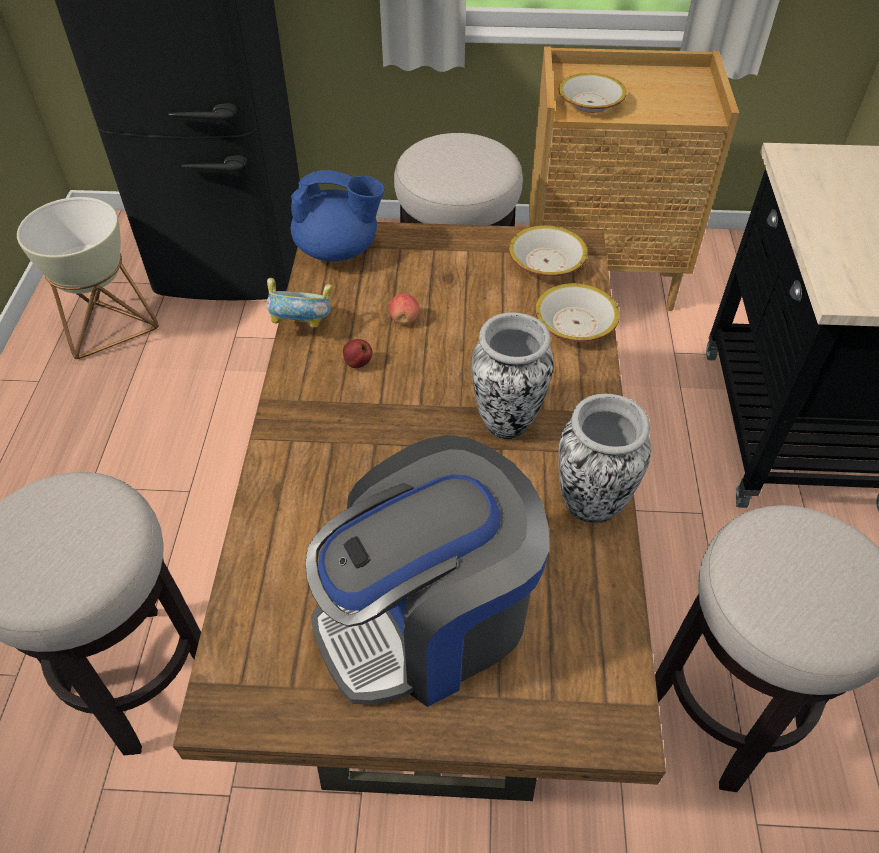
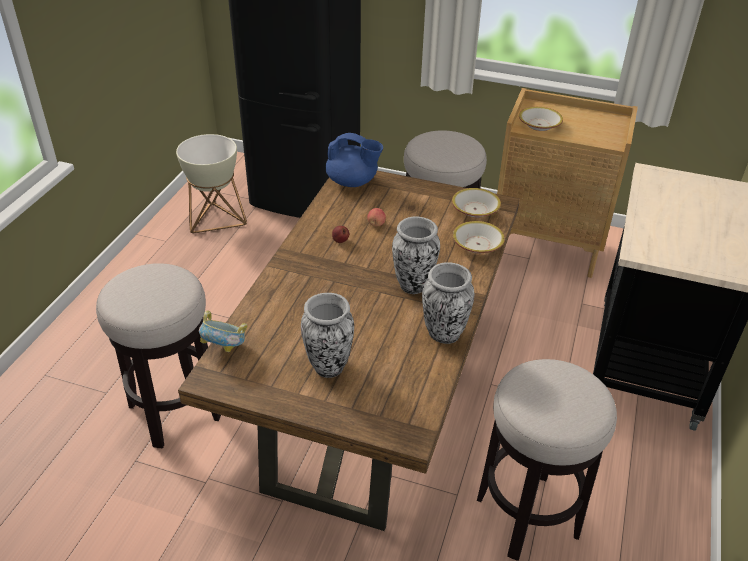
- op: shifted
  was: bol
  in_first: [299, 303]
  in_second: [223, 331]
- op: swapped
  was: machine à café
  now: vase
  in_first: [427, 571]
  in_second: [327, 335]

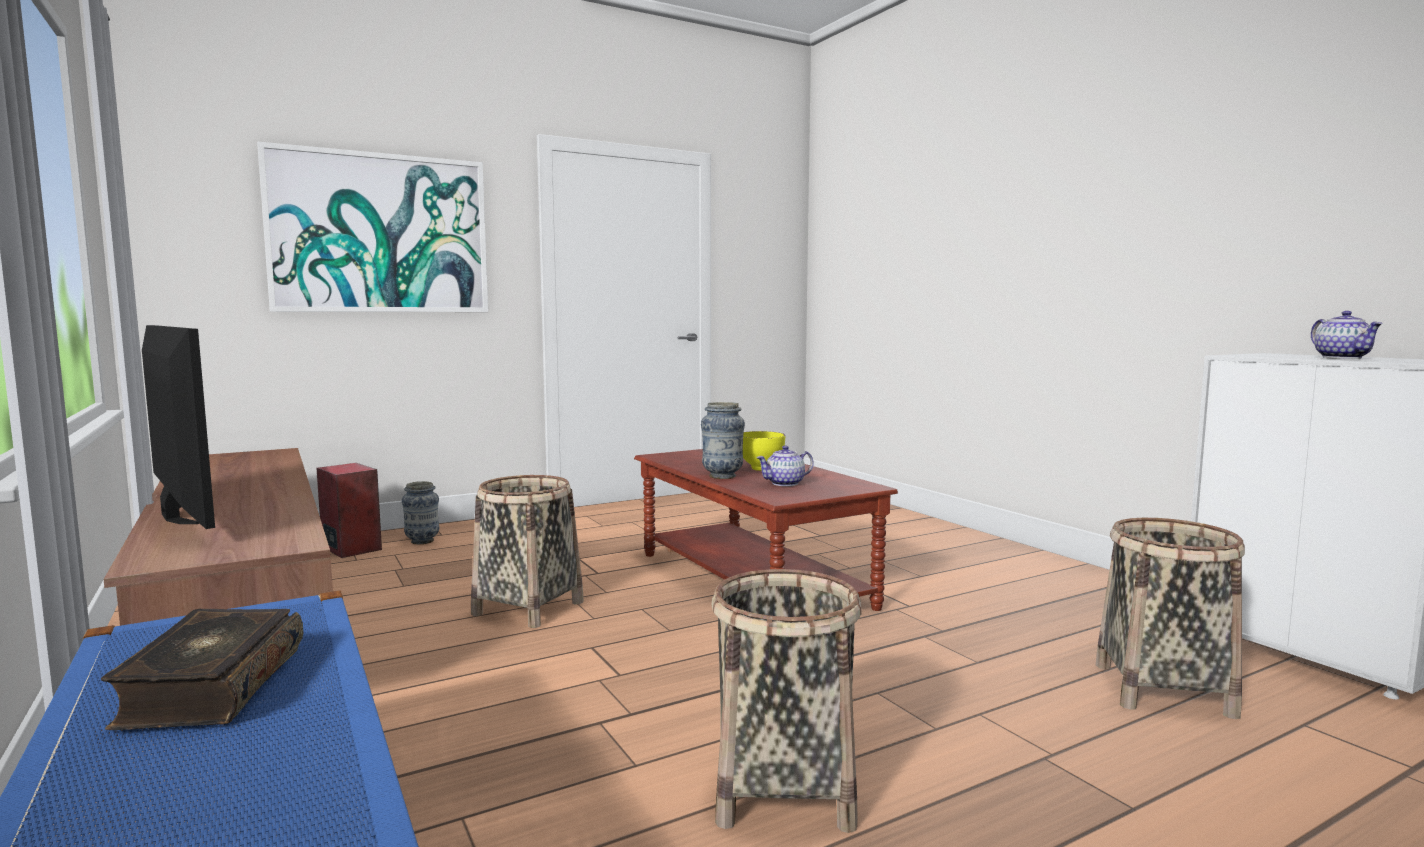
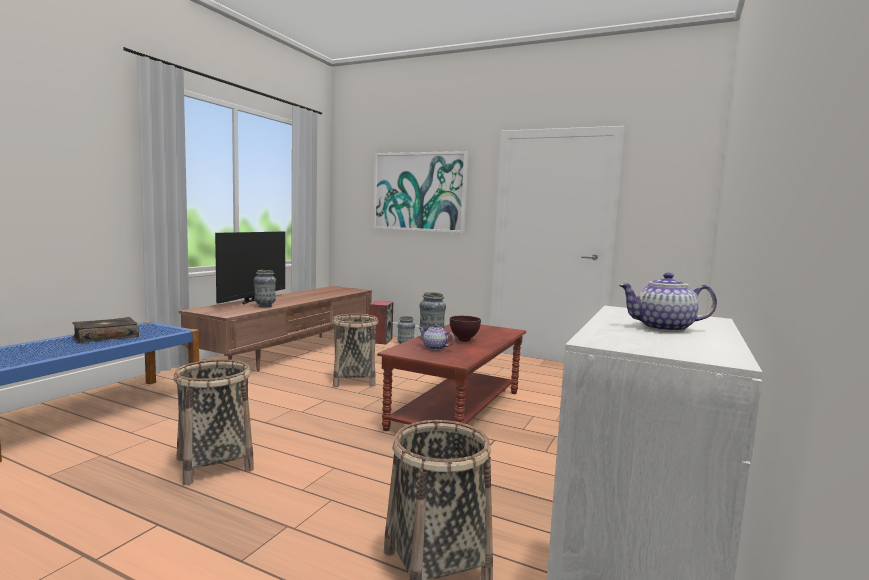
- op: new
  now: vase
  in_second: [265, 289]
- op: repainted
  was: bol/jaune
  now: bol/marron
  in_first: [764, 451]
  in_second: [465, 329]
- op: rotated
  was: théière
  in_first: [1347, 335]
  in_second: [668, 302]
  clockwise: 45

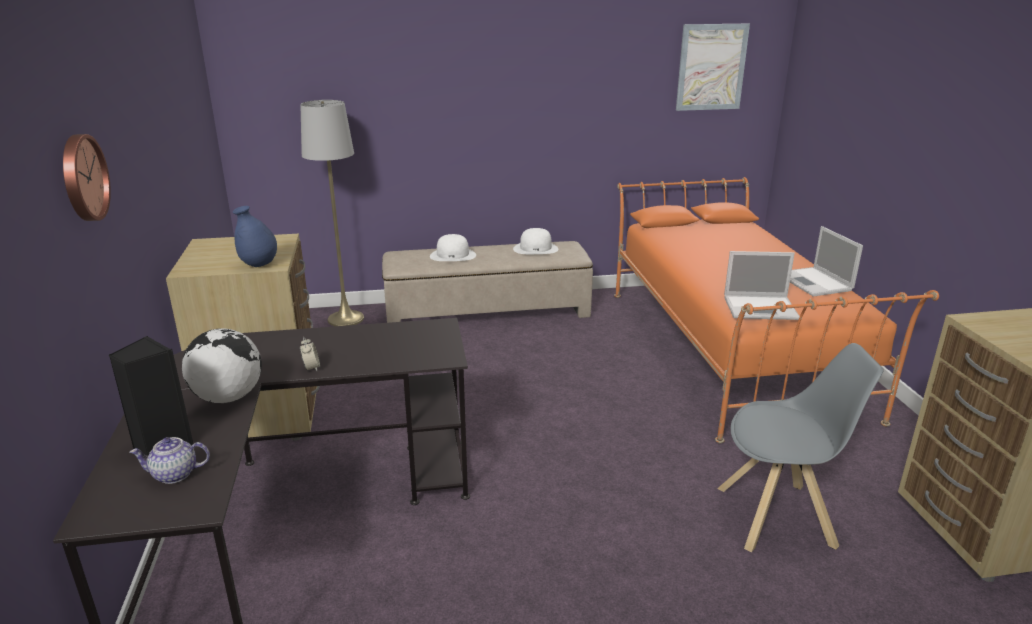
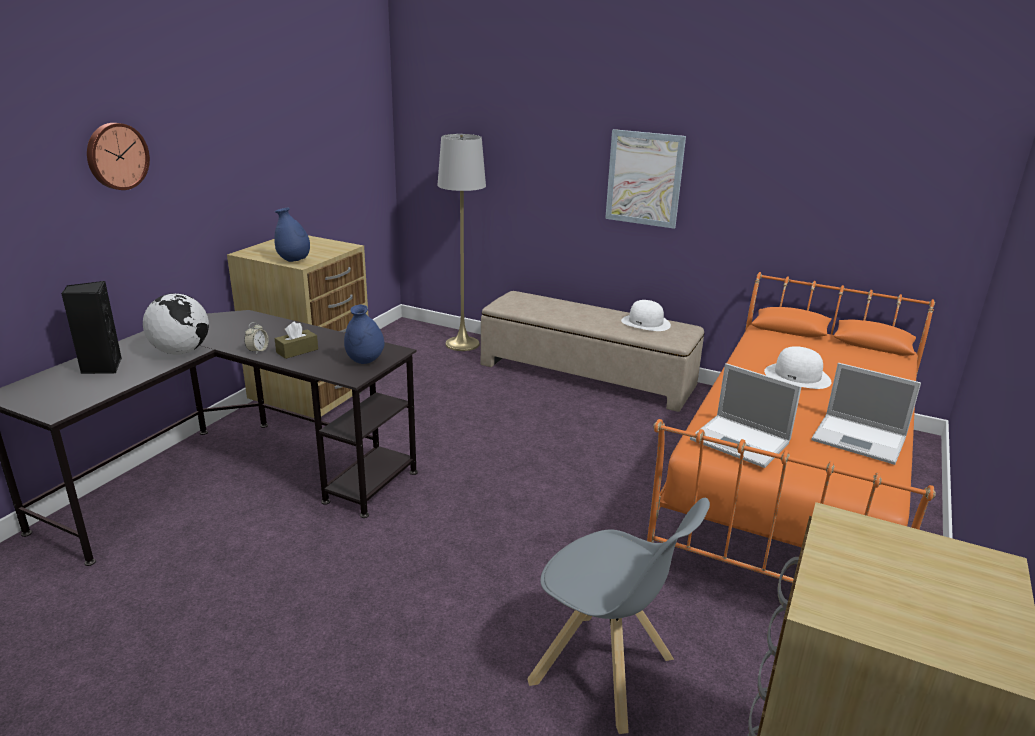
- op: new
  now: boîte à mouchoirs/marron
  in_second: [296, 340]
- op: new
  now: vase/bleu
  in_second: [364, 334]
- op: shifted
  was: tableau
  in_first: [713, 67]
  in_second: [645, 179]
- op: shifted
  was: chapeau/blanc
  in_first: [453, 247]
  in_second: [797, 367]
- op: rotated
  was: ordinateur portable
  in_first: [826, 261]
  in_second: [866, 414]
  clockwise: -75
- op: gone
  was: théière
  in_first: [170, 460]

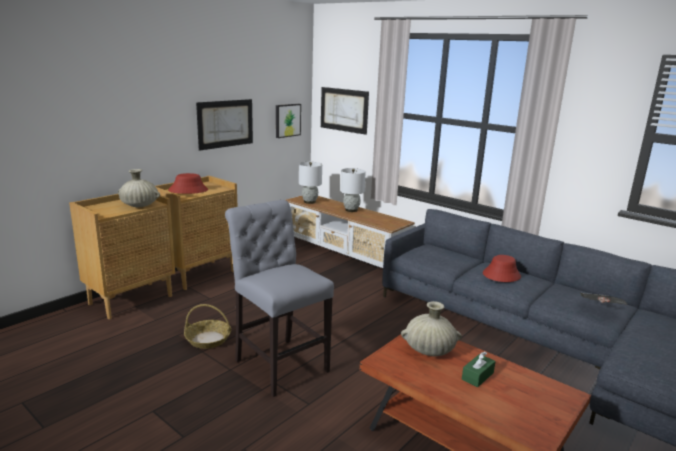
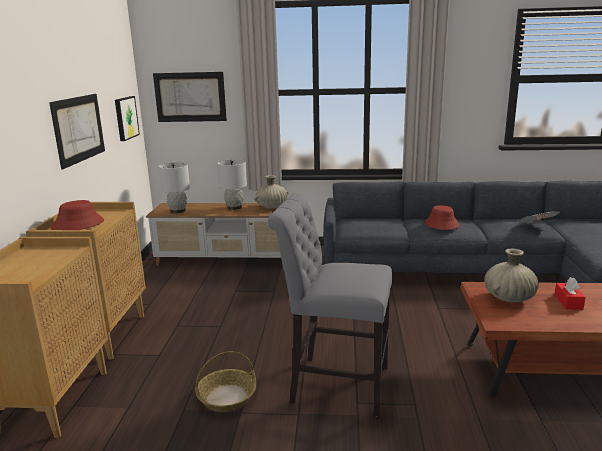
- op: shifted
  was: vase/beige
  in_first: [139, 188]
  in_second: [271, 192]
- op: repainted
  was: boîte à mouchoirs/vert
  now: boîte à mouchoirs/rouge
  in_first: [479, 369]
  in_second: [570, 293]

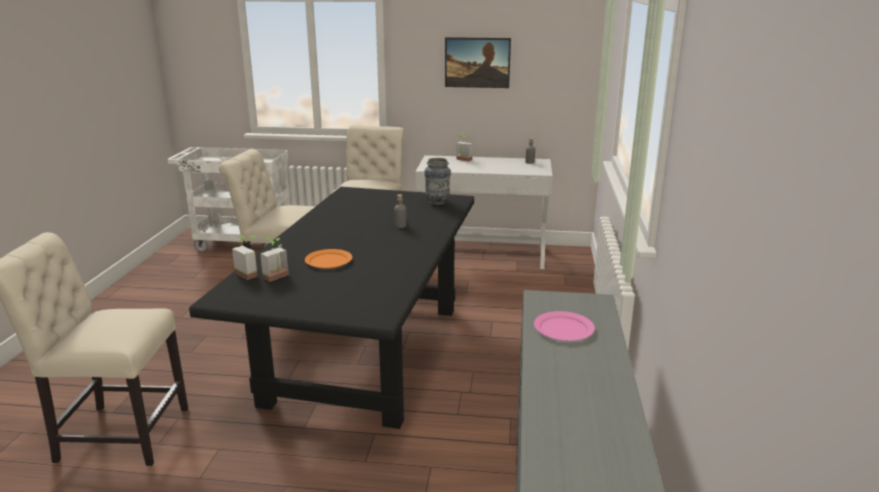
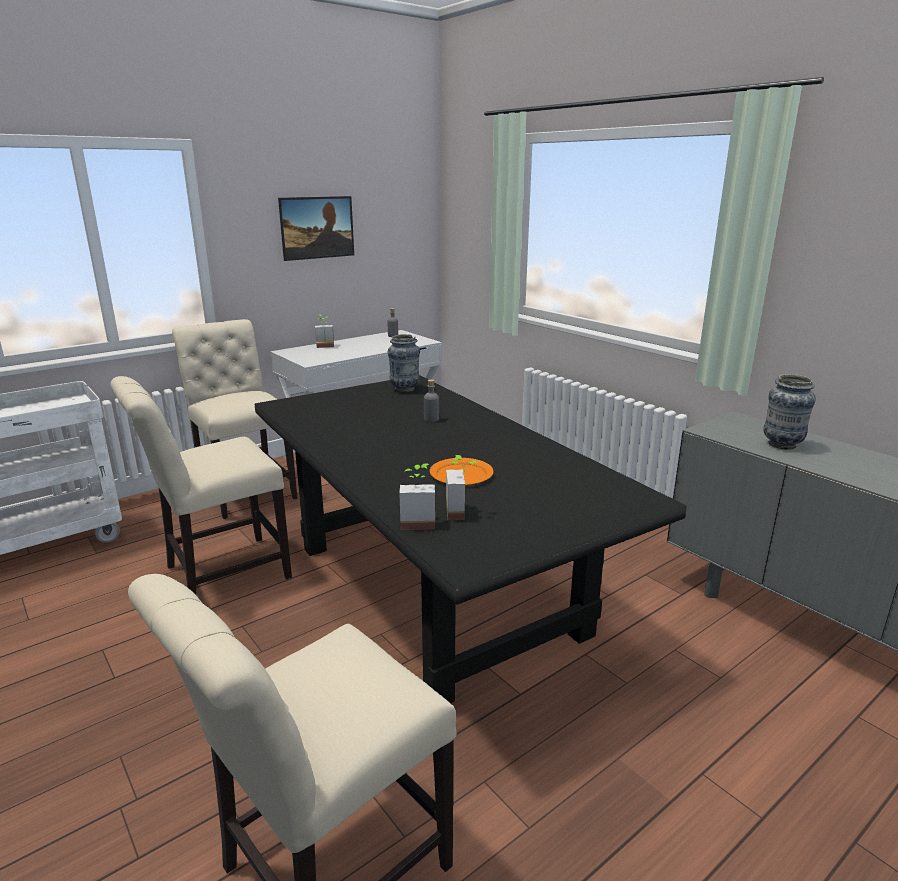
- op: swapped
  was: assiette/rose
  now: vase
  in_first: [564, 326]
  in_second: [789, 412]

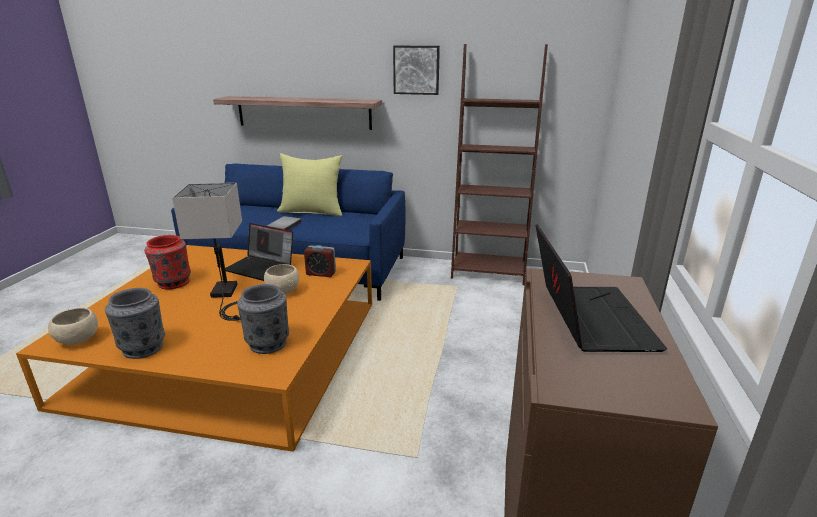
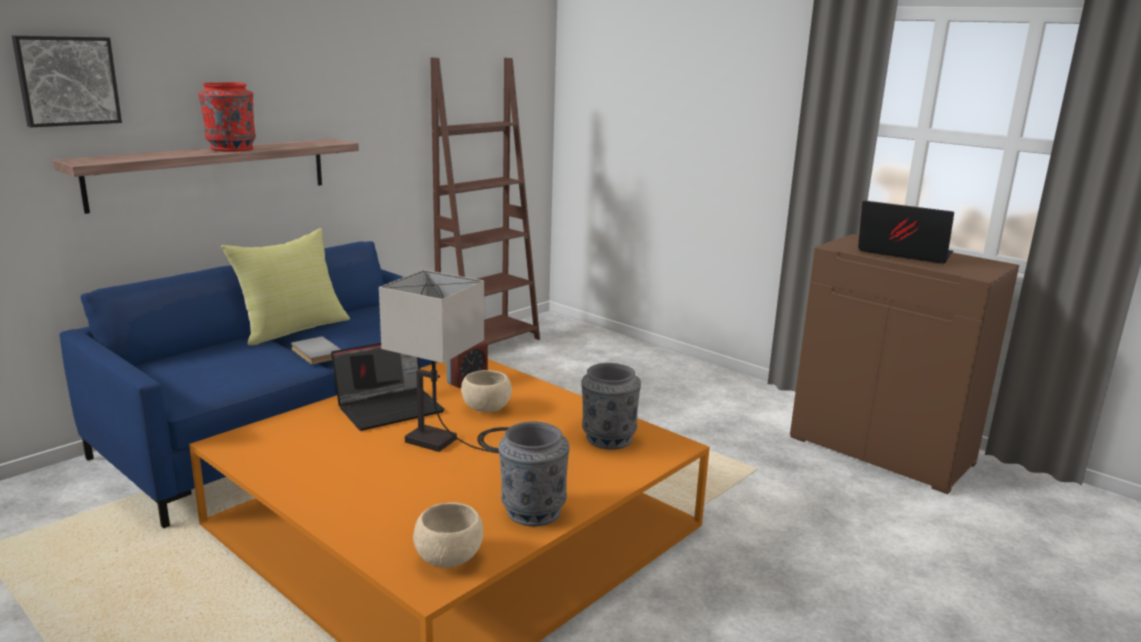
- op: shifted
  was: tableau
  in_first: [416, 70]
  in_second: [67, 81]
- op: shifted
  was: vase/rouge
  in_first: [167, 262]
  in_second: [227, 117]

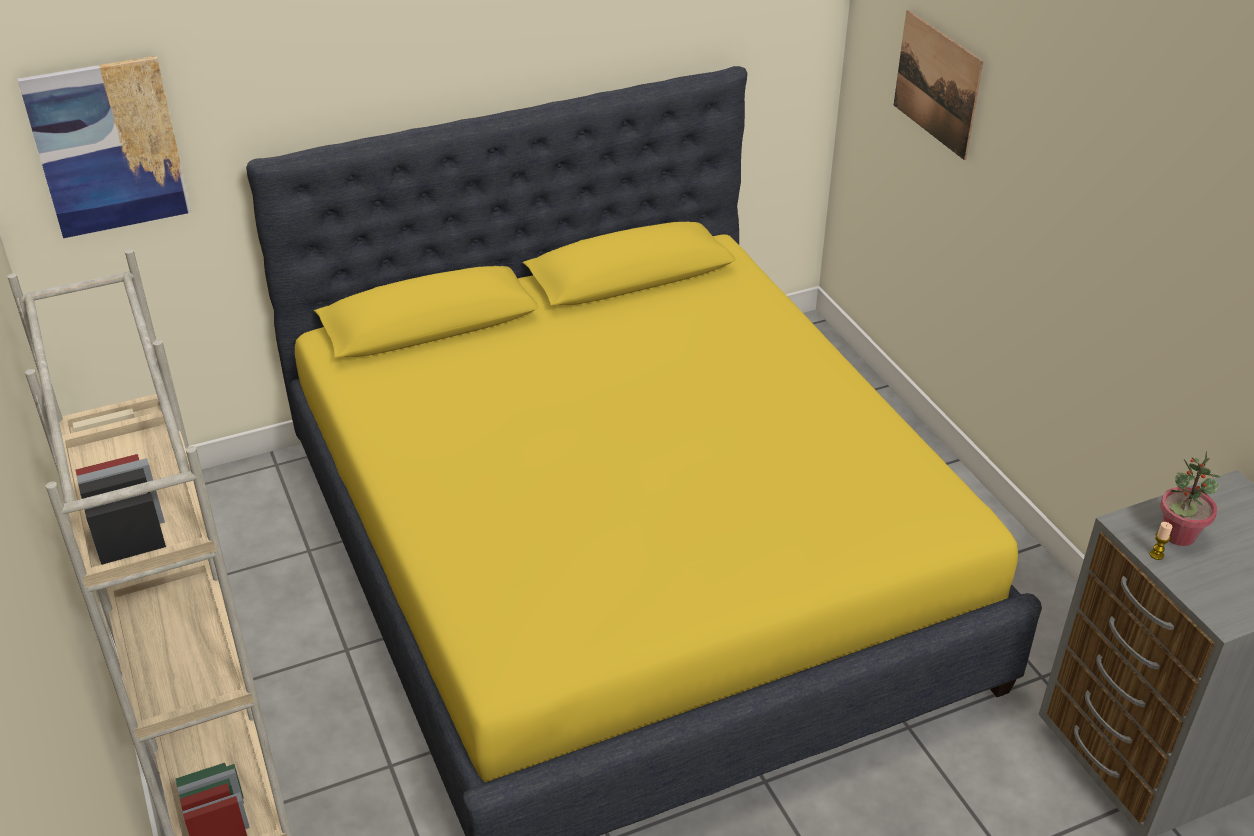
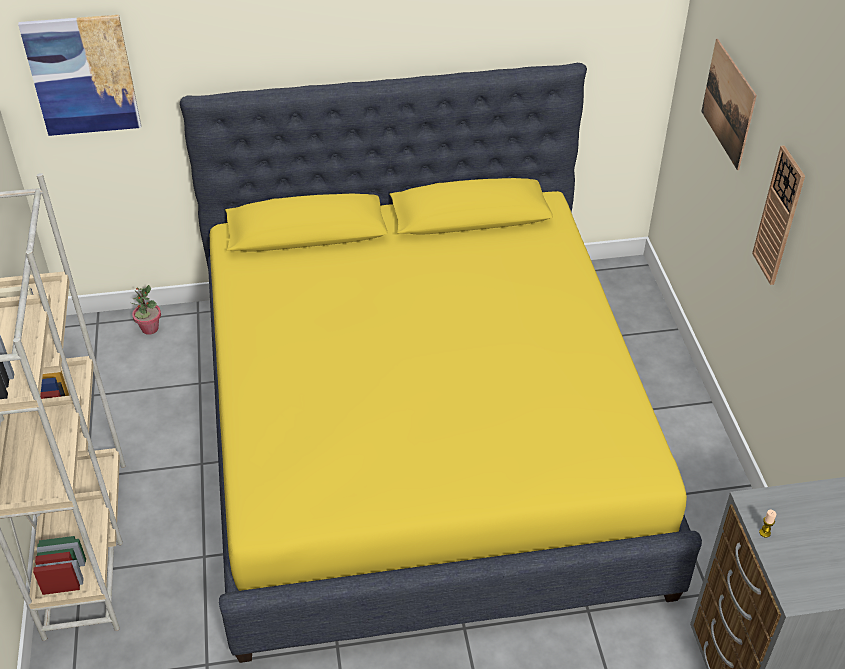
- op: shifted
  was: plante en pot
  in_first: [1190, 498]
  in_second: [146, 310]
- op: new
  now: horloge murale
  in_second: [778, 215]

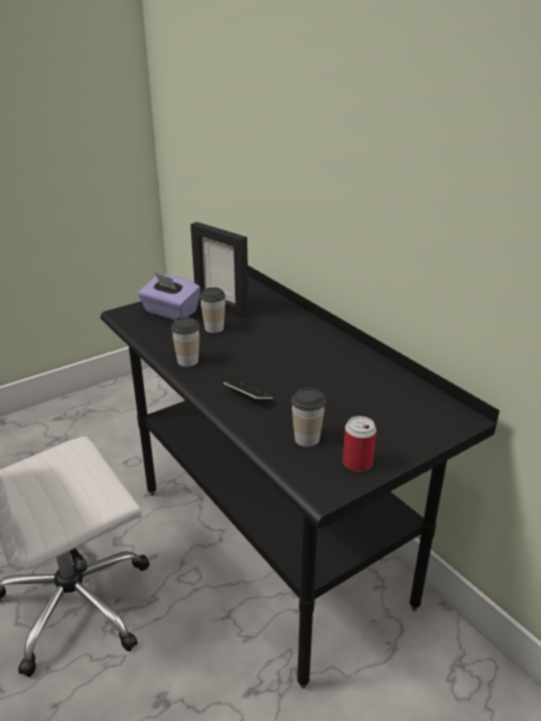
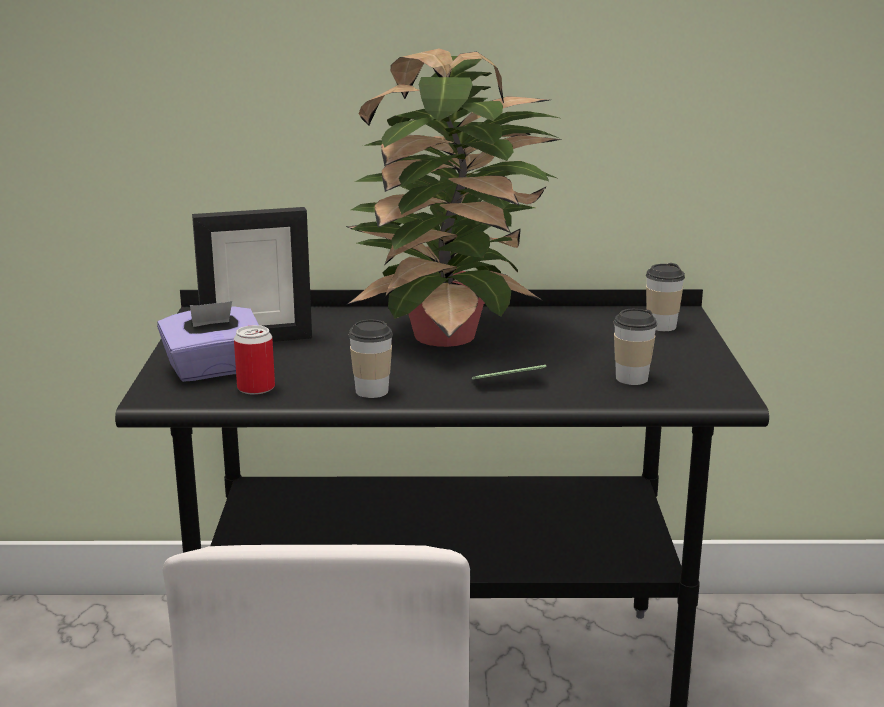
- op: shifted
  was: boîte métallique
  in_first: [359, 444]
  in_second: [254, 360]
- op: new
  now: plante en pot
  in_second: [453, 197]
- op: shifted
  was: tasse
  in_first: [213, 310]
  in_second: [665, 297]

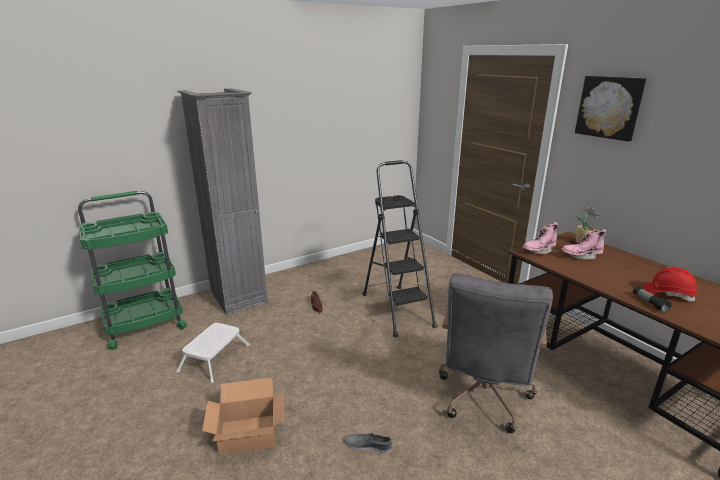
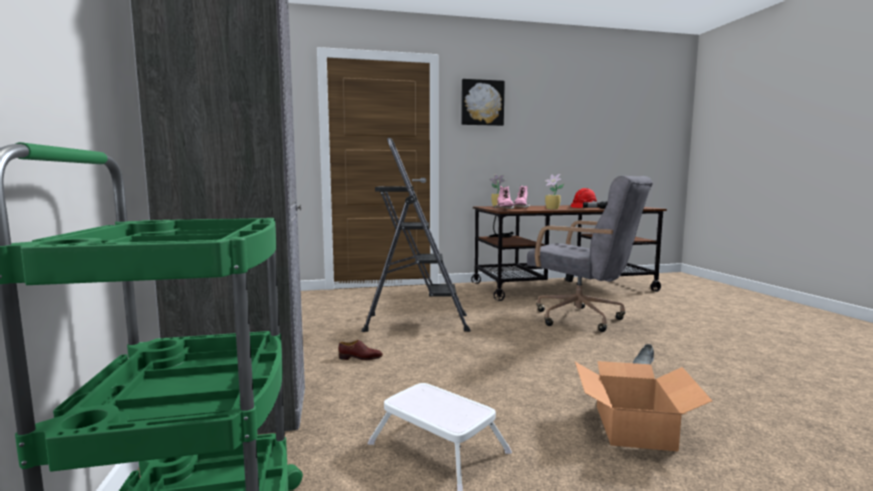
- op: new
  now: plante en pot
  in_second: [554, 192]

